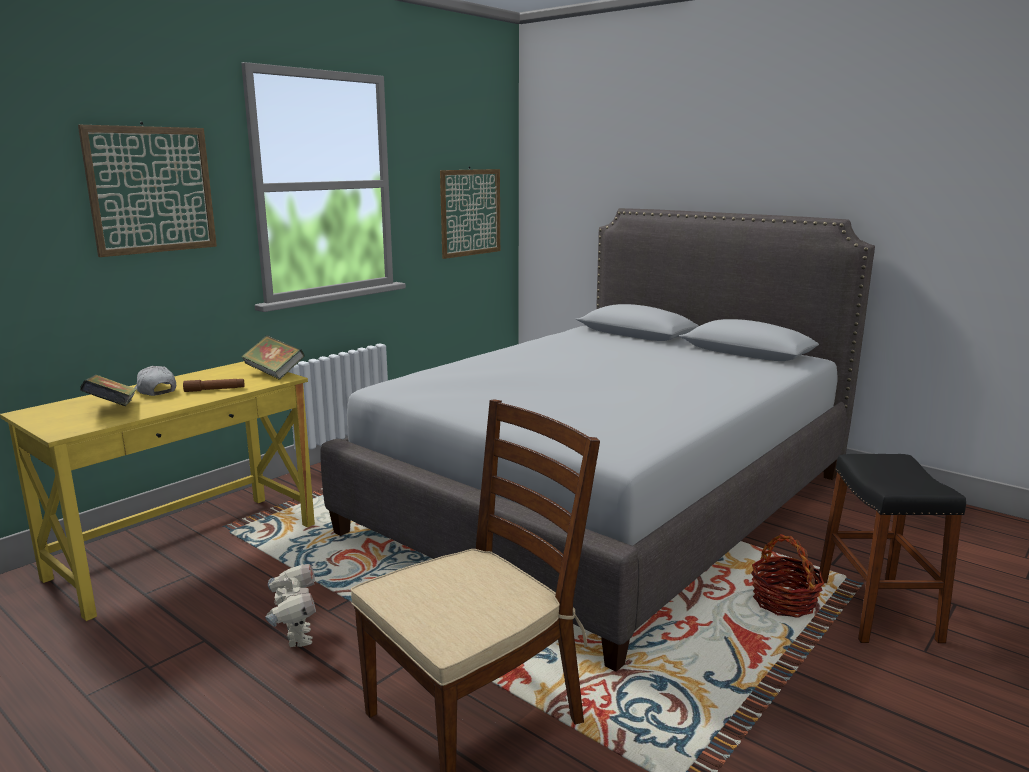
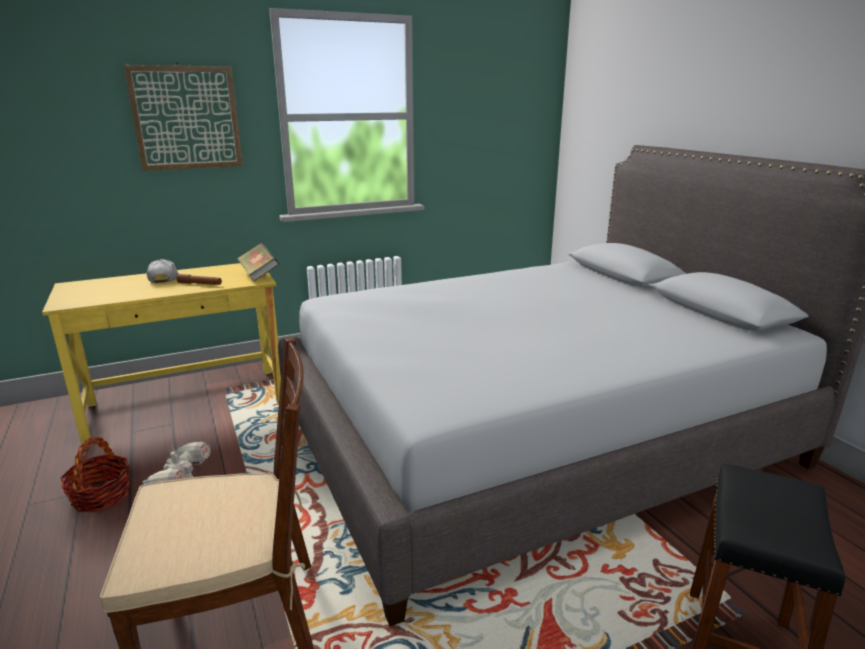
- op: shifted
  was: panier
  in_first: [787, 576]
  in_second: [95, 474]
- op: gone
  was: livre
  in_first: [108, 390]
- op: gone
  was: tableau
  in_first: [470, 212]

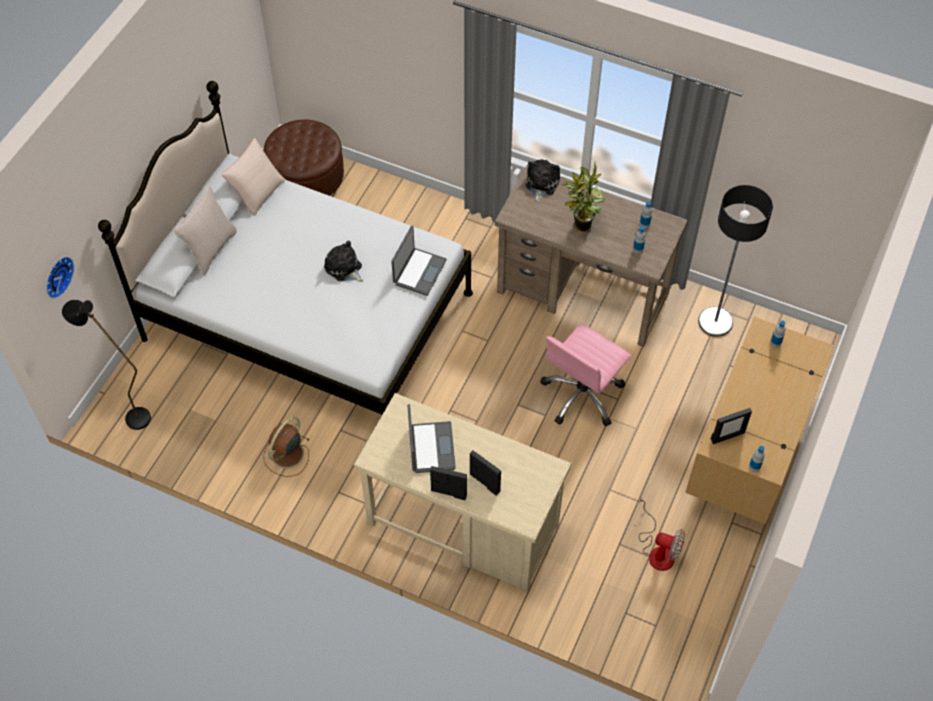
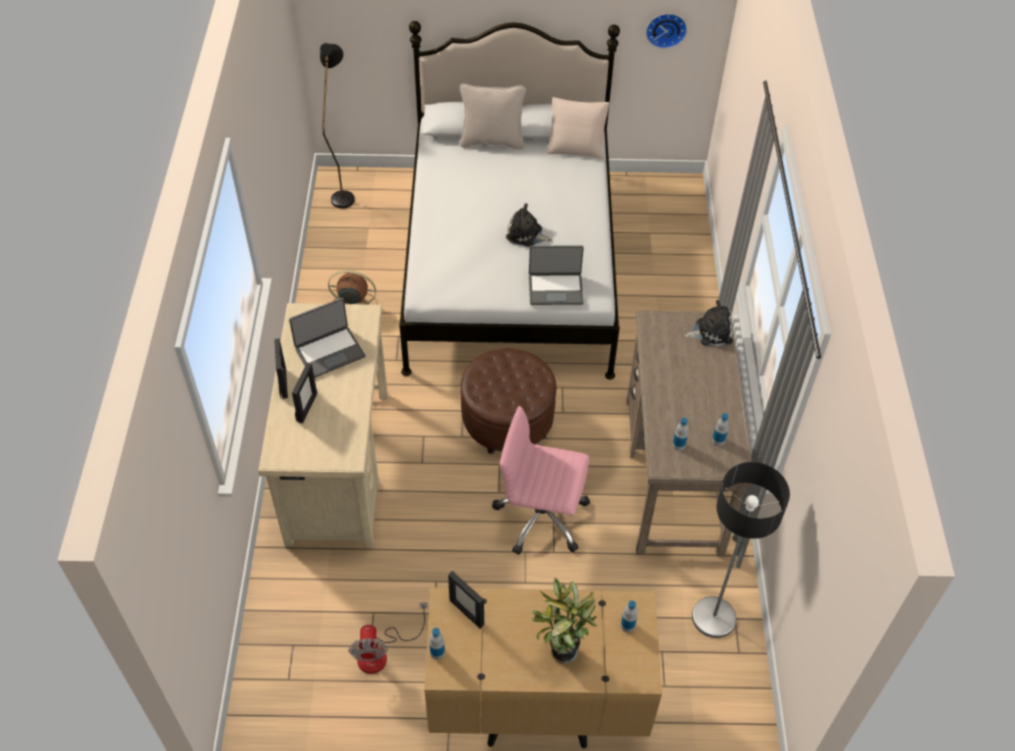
- op: shifted
  was: pouf/marron
  in_first: [303, 158]
  in_second: [508, 401]
- op: rotated
  was: peluche
  in_first: [343, 261]
  in_second: [529, 225]
  clockwise: -90
- op: shifted
  was: plante en pot
  in_first: [583, 197]
  in_second: [564, 621]
- op: shifted
  was: horloge murale
  in_first: [60, 277]
  in_second: [666, 31]

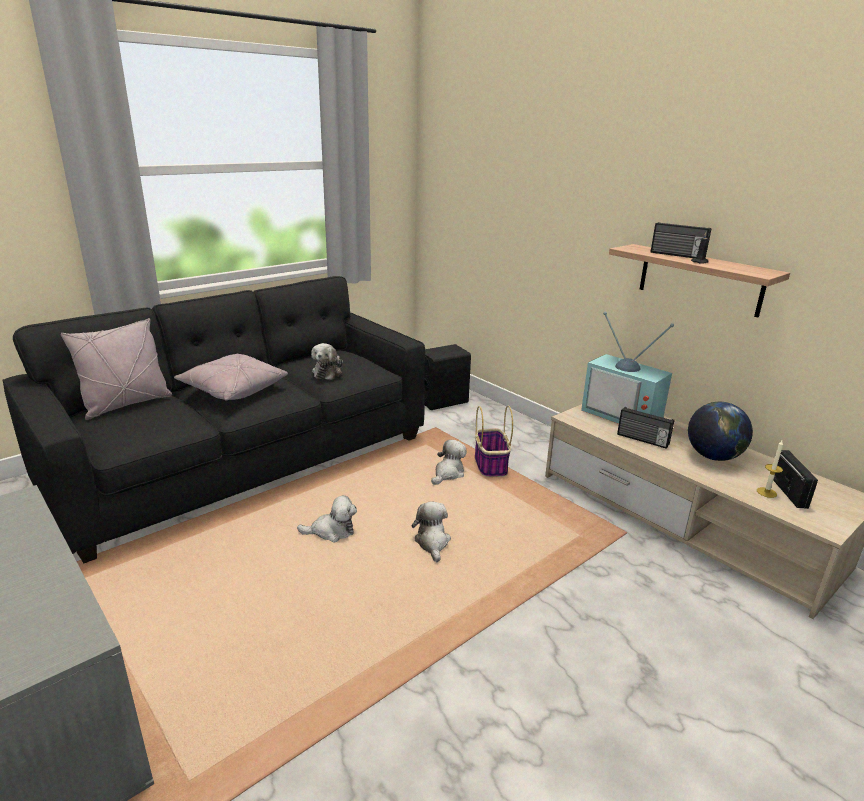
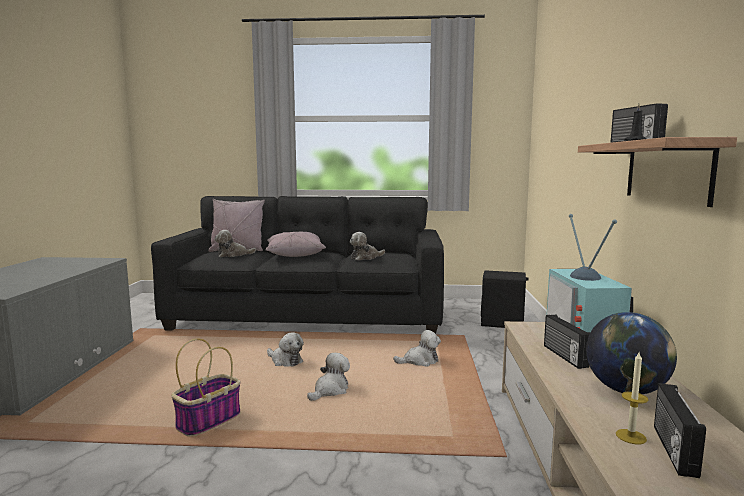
- op: shifted
  was: panier
  in_first: [494, 441]
  in_second: [206, 388]
- op: new
  now: peluche
  in_second: [235, 243]
- op: rotated
  was: radio
  in_first: [795, 479]
  in_second: [680, 430]
  clockwise: 150

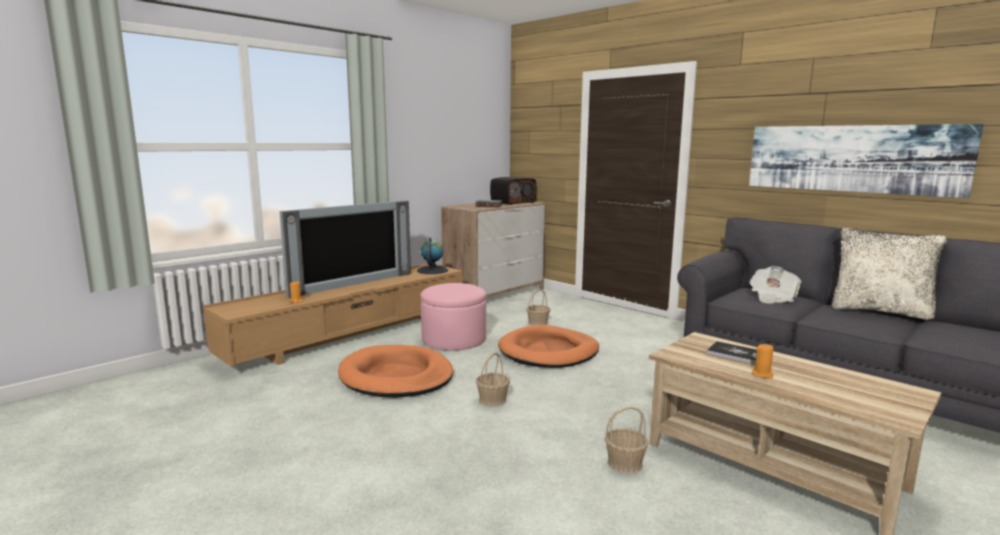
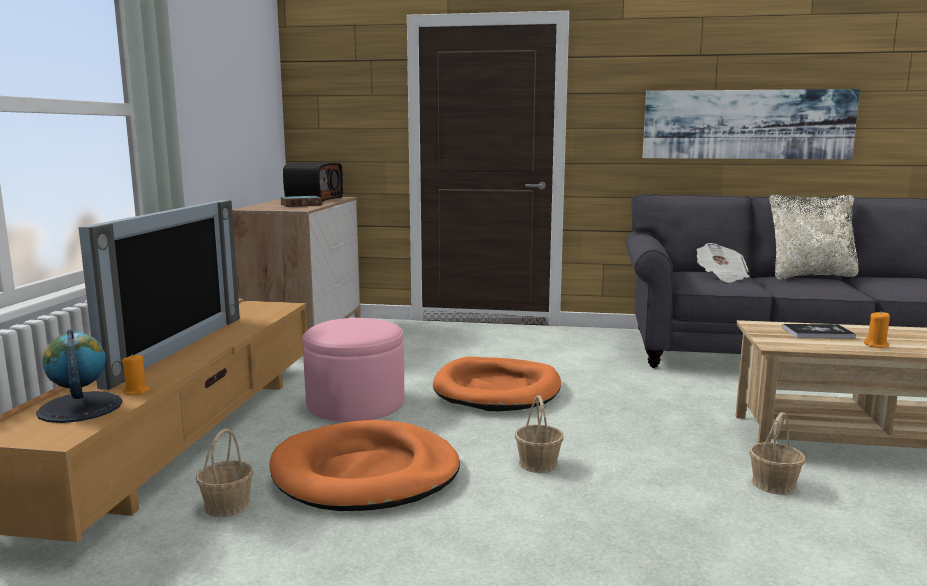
- op: shifted
  was: globe
  in_first: [432, 256]
  in_second: [79, 376]
- op: shifted
  was: panier
  in_first: [538, 307]
  in_second: [225, 473]

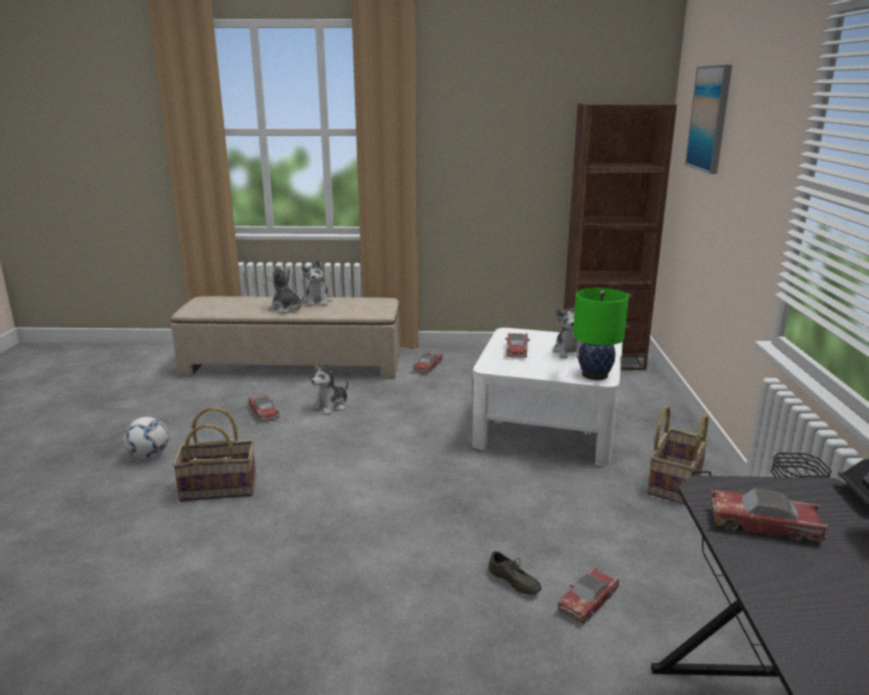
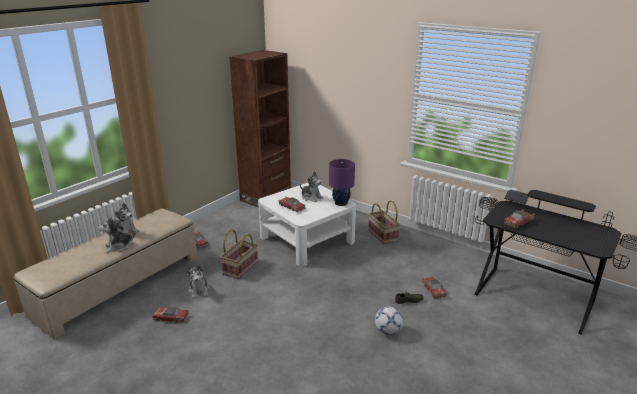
- op: shifted
  was: panier
  in_first: [214, 454]
  in_second: [239, 254]
- op: repainted
  was: lampe de table/vert
  now: lampe de table/violet
  in_first: [601, 334]
  in_second: [342, 182]
- op: shifted
  was: ballon de foot
  in_first: [146, 438]
  in_second: [389, 320]
- op: gone
  was: tableau
  in_first: [708, 119]

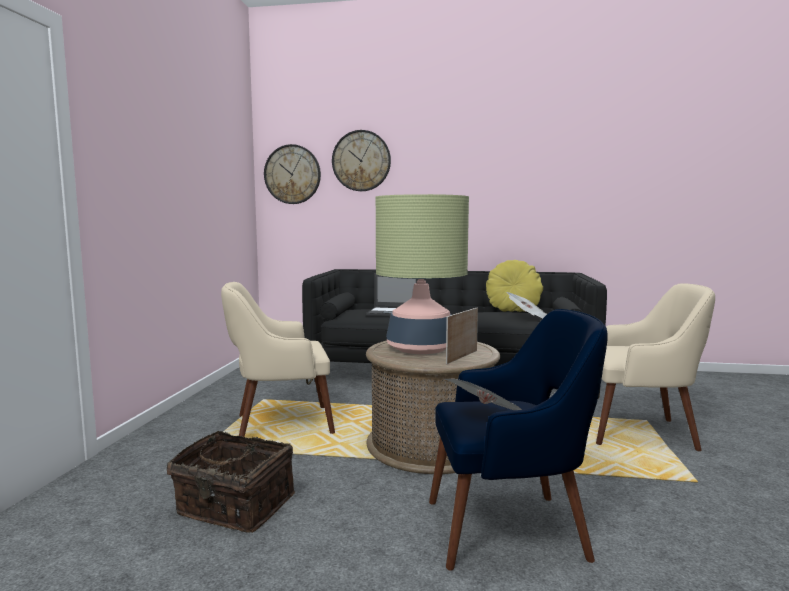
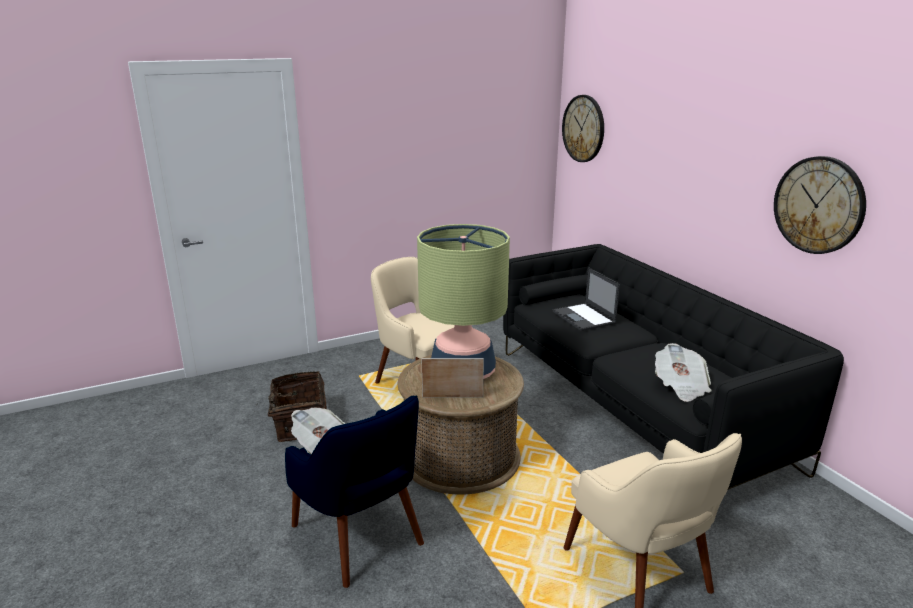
- op: shifted
  was: horloge murale
  in_first: [361, 160]
  in_second: [820, 205]
- op: gone
  was: coussin/jaune
  in_first: [514, 286]

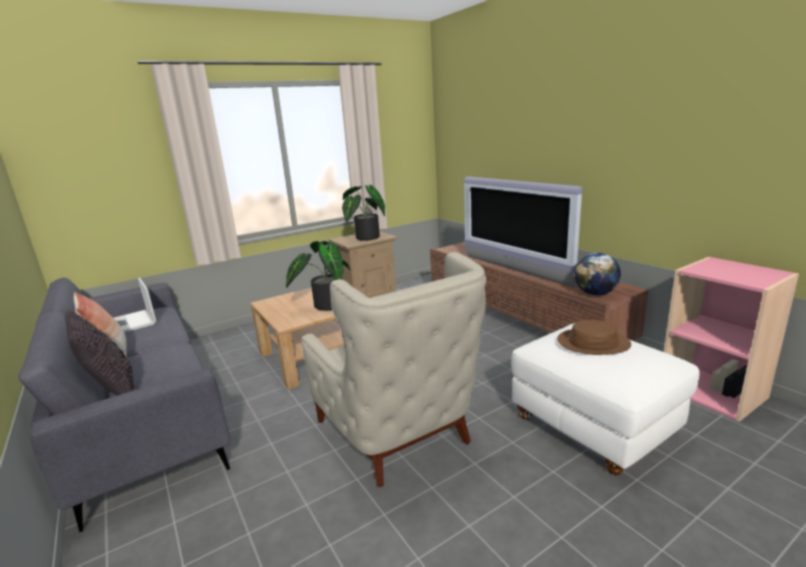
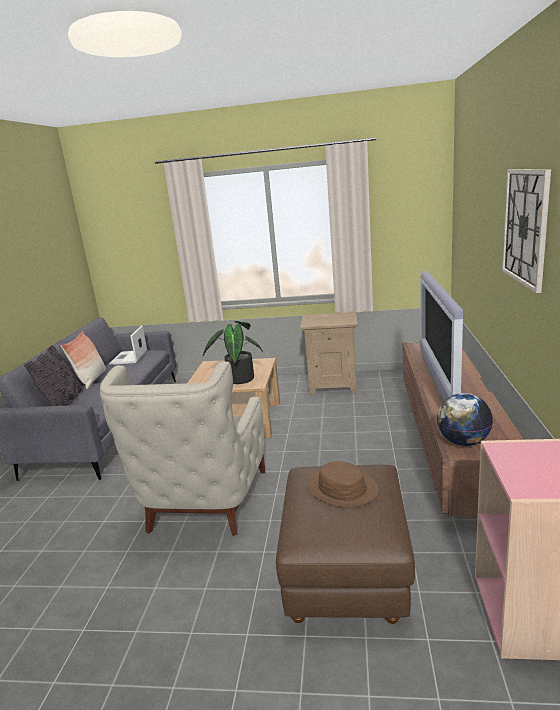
- op: repainted
  was: pouf/blanc
  now: pouf/marron
  in_first: [605, 399]
  in_second: [345, 544]
- op: new
  now: horloge murale
  in_second: [526, 231]
- op: gone
  was: plante en pot
  in_first: [363, 213]

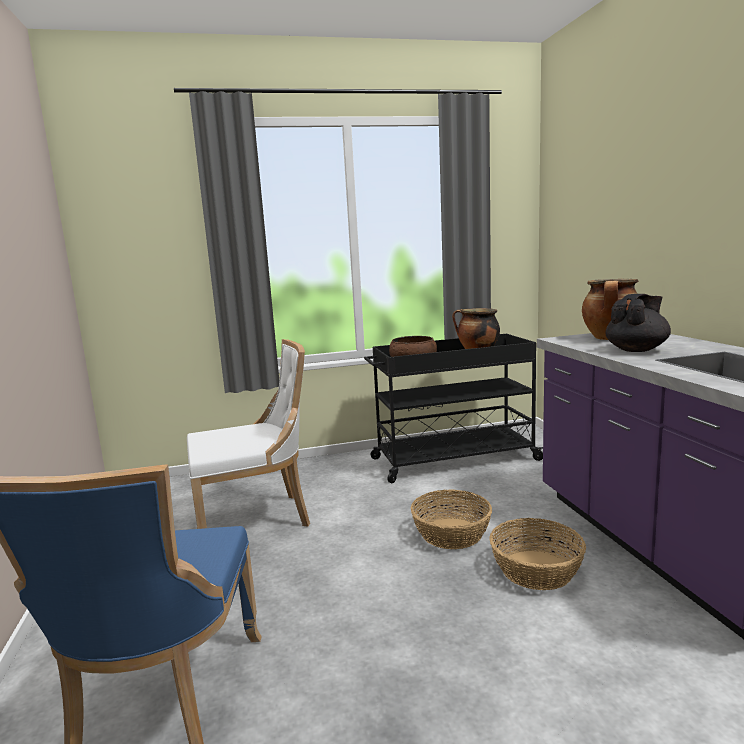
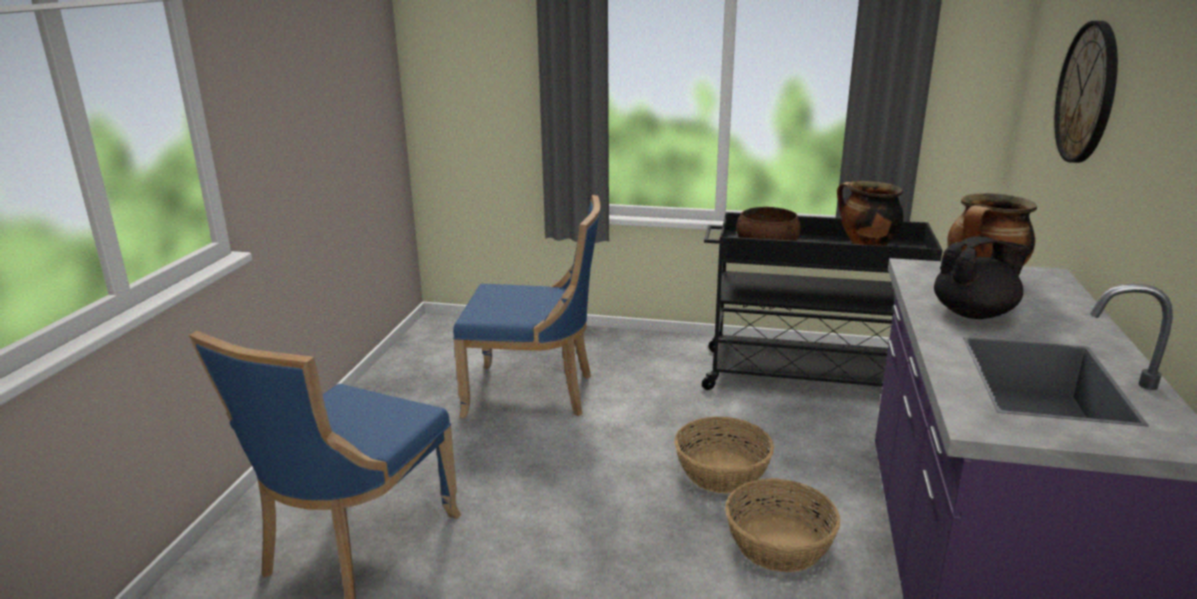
- op: repainted
  was: chaise/blanc
  now: chaise/bleu
  in_first: [248, 434]
  in_second: [526, 306]
- op: new
  now: horloge murale
  in_second: [1086, 92]

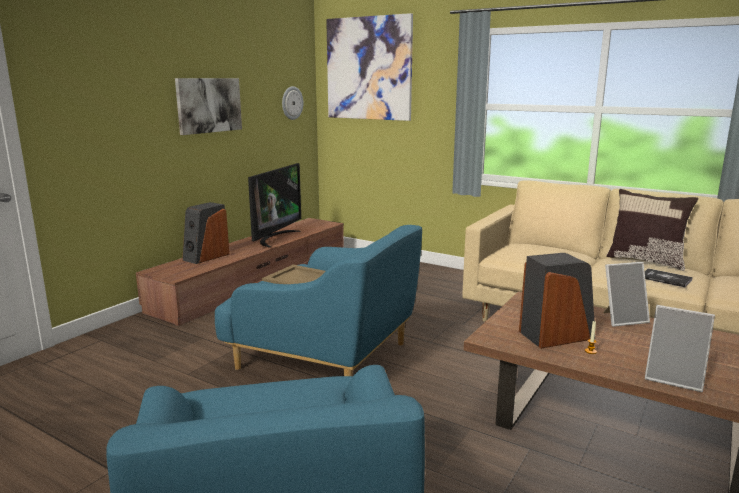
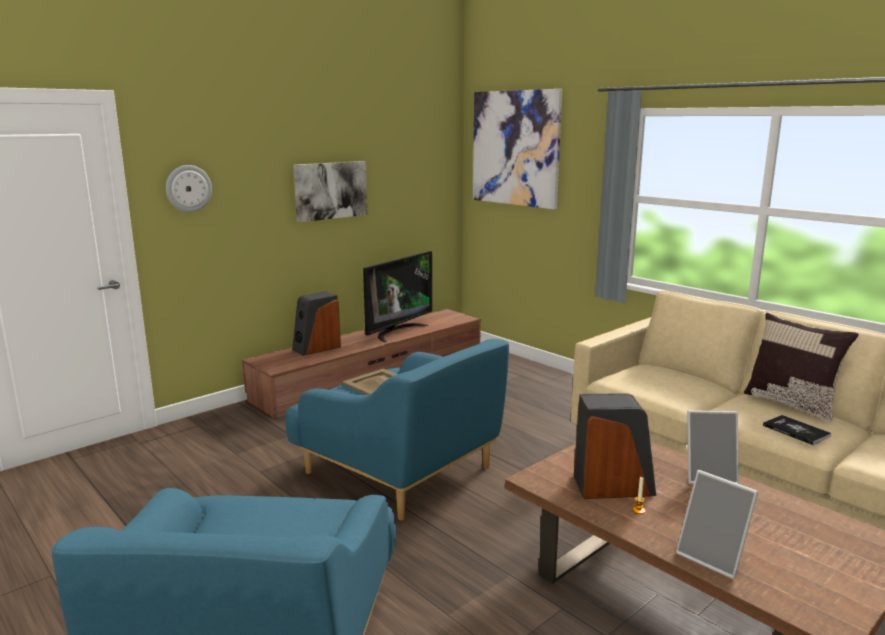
- op: shifted
  was: horloge murale
  in_first: [292, 103]
  in_second: [189, 188]

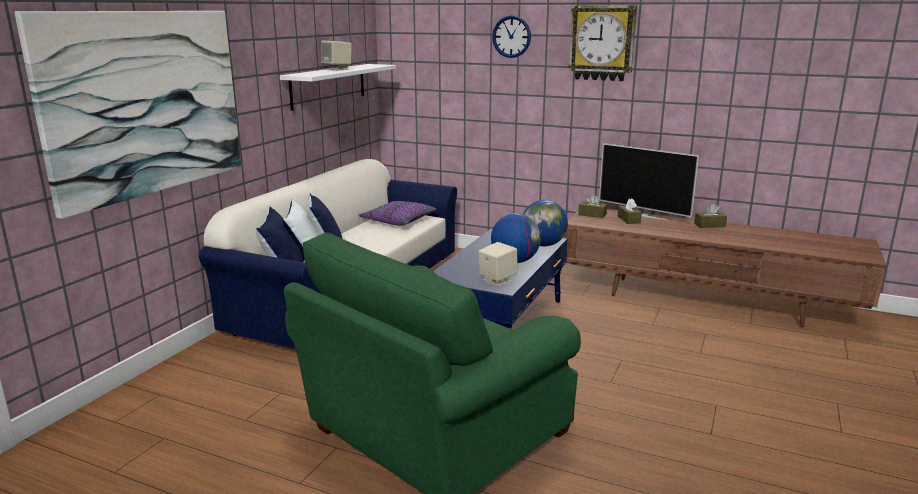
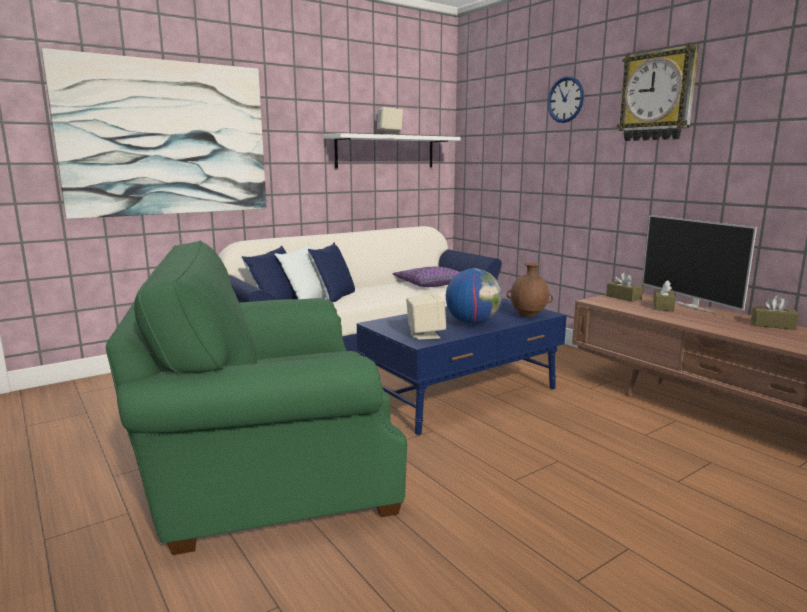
- op: swapped
  was: globe
  now: vase/marron
  in_first: [545, 223]
  in_second: [530, 290]

